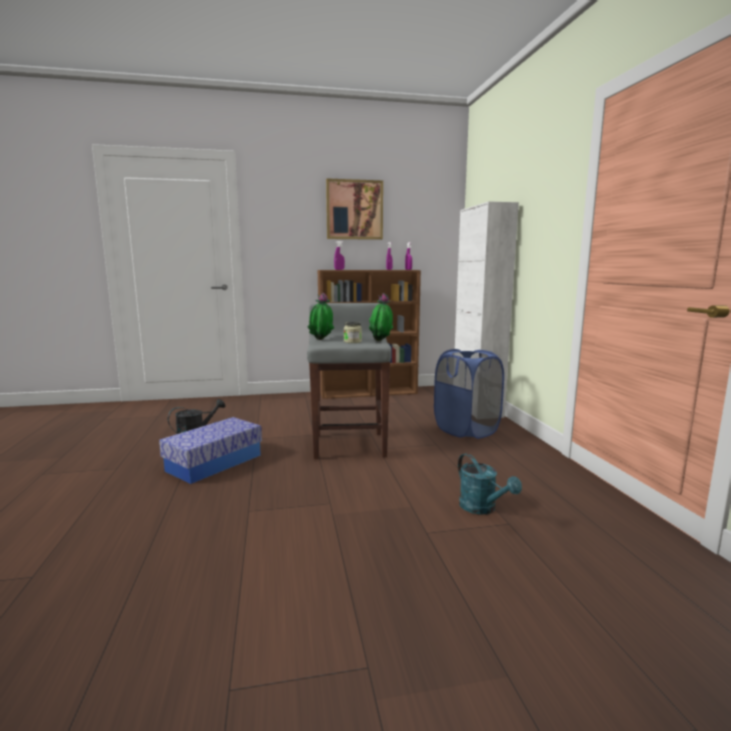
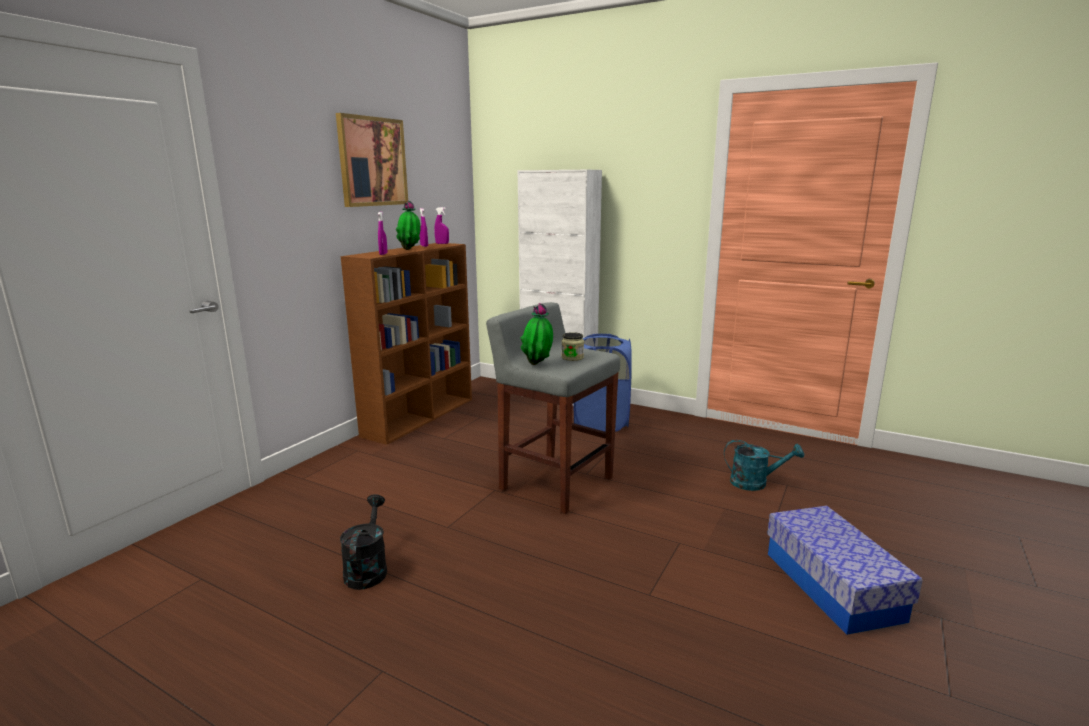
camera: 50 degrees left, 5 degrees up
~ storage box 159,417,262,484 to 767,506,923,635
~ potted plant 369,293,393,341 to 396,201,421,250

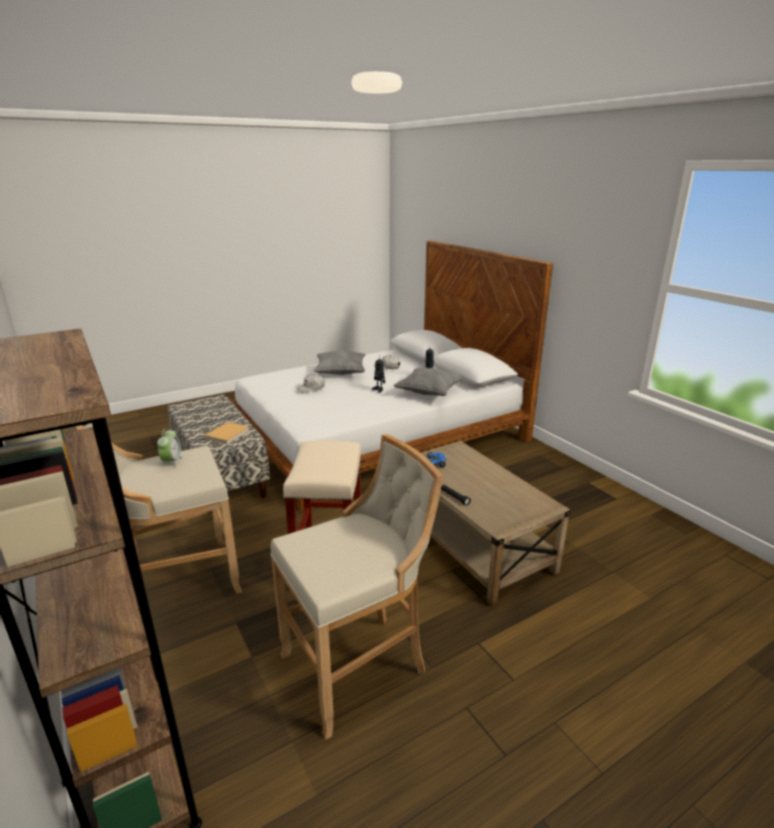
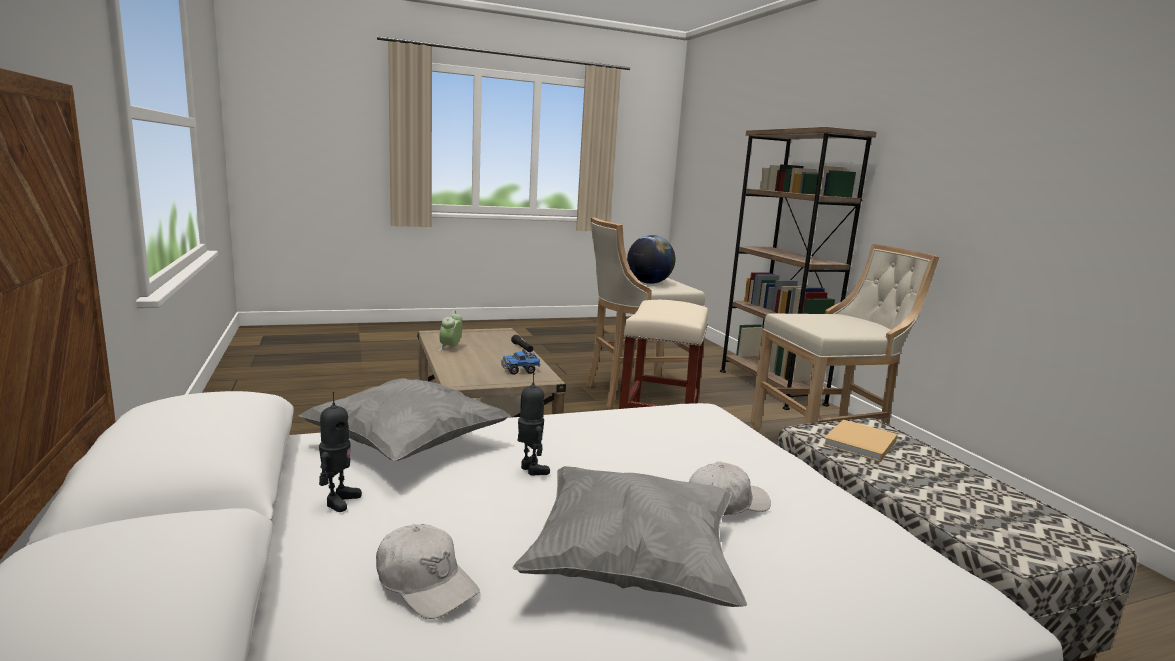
camera: 170 degrees left, 10 degrees down
~ alarm clock 157,429,183,468 to 439,310,462,351
+ globe 627,235,675,284

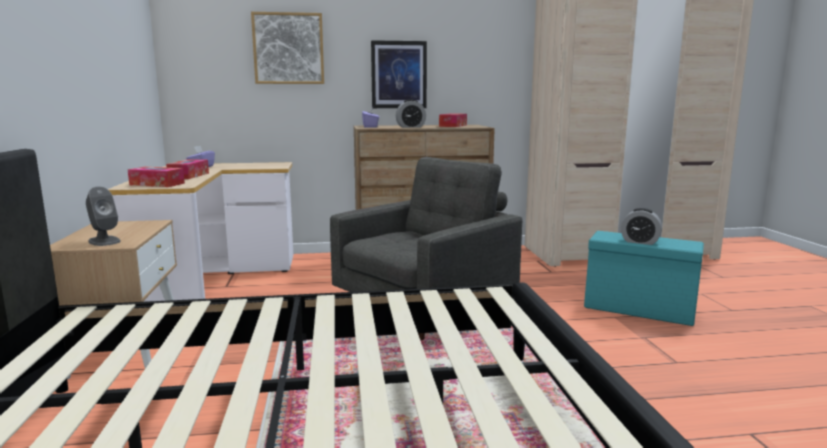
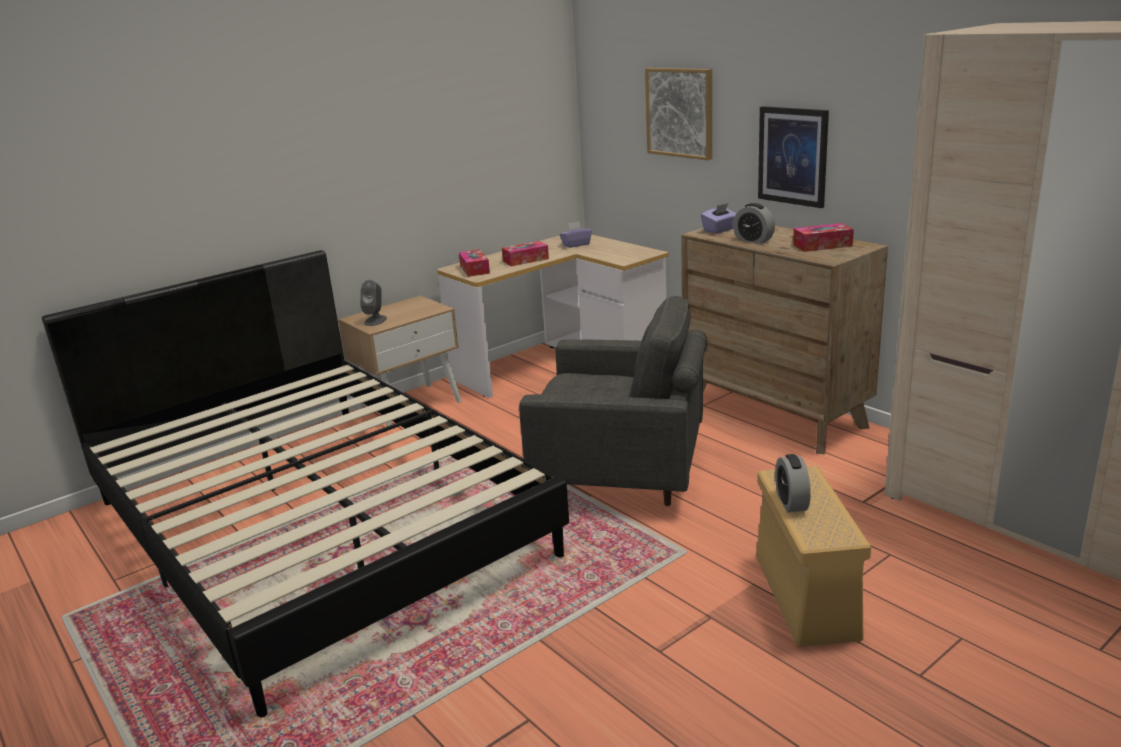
camera: 60 degrees right, 10 degrees up
~ turquoise storage box 584,231,704,326 to beige storage box 756,466,871,647

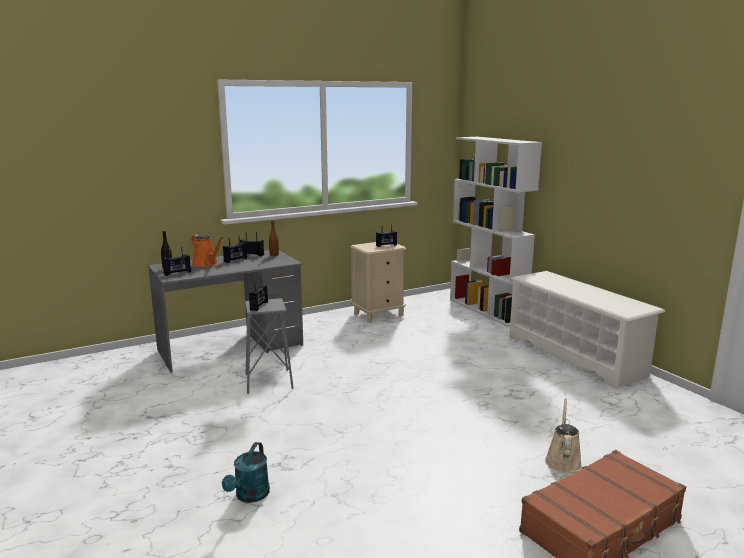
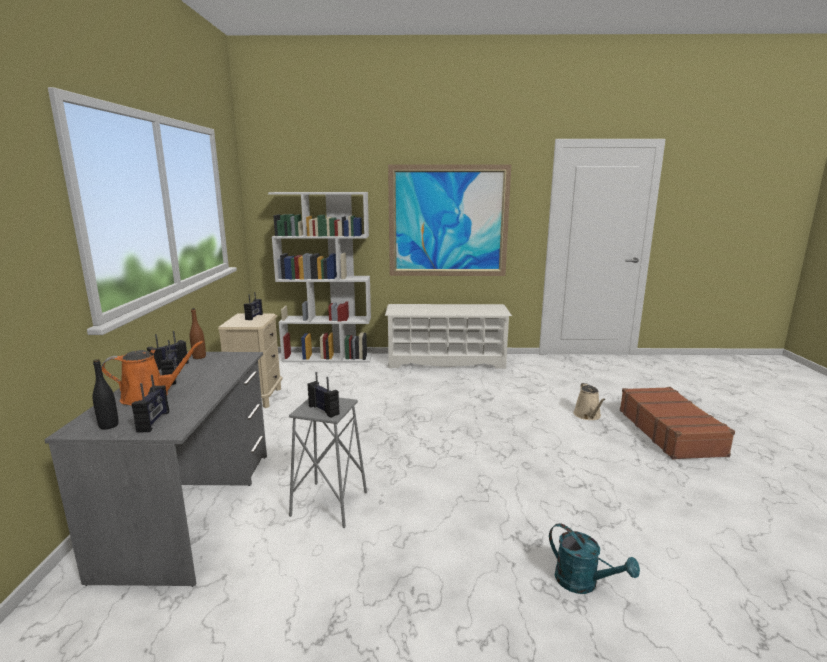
camera: 60 degrees left, 0 degrees up
~ beige watering can 545,399,582,473 = 574,383,606,420 135 degrees counterclockwise
+ picture 388,164,511,276

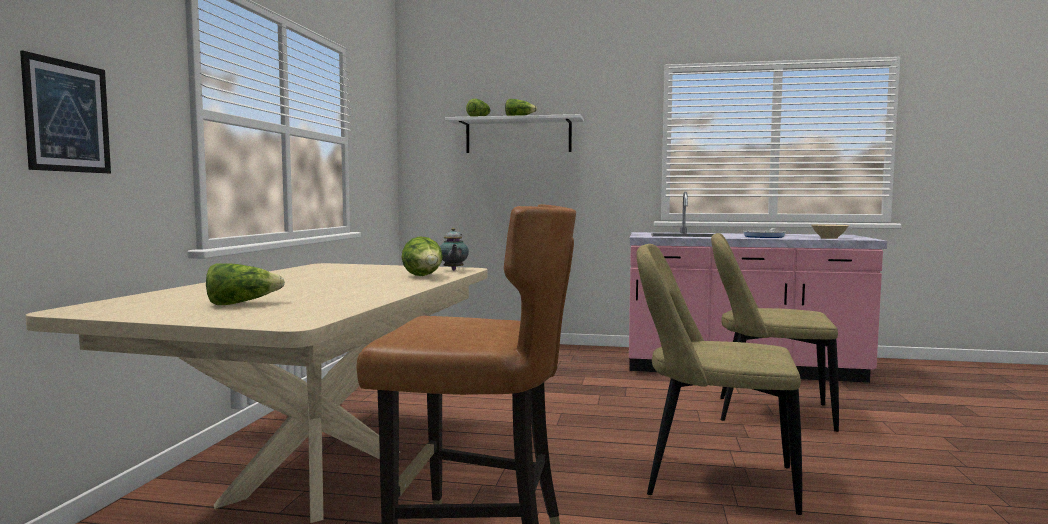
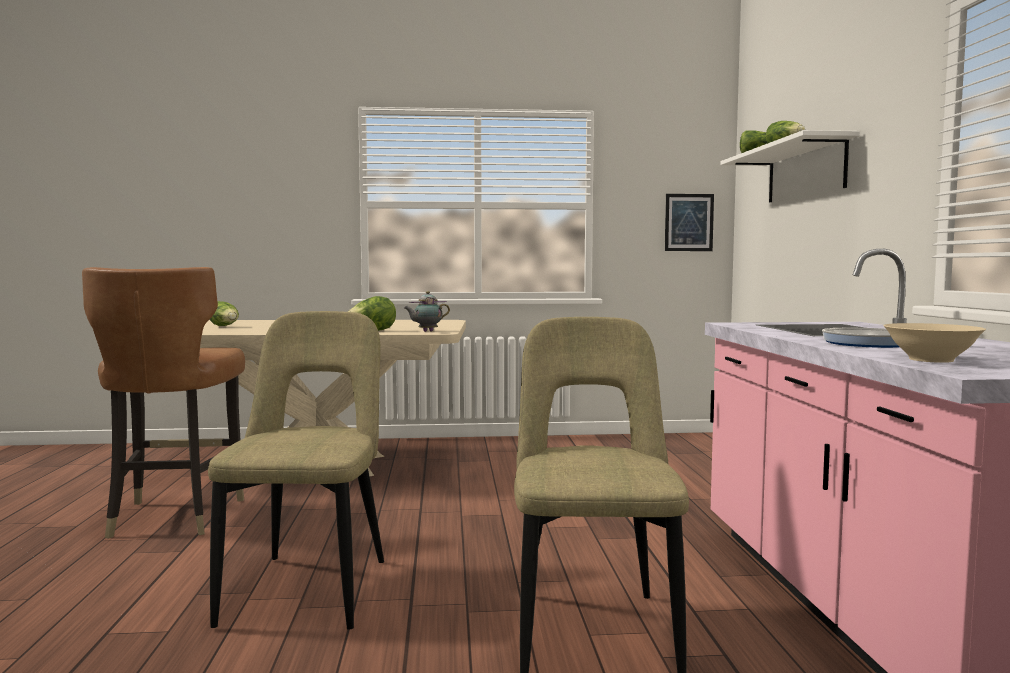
camera: 75 degrees right, 0 degrees up
~ picture 20,51,111,173 to 665,194,714,251

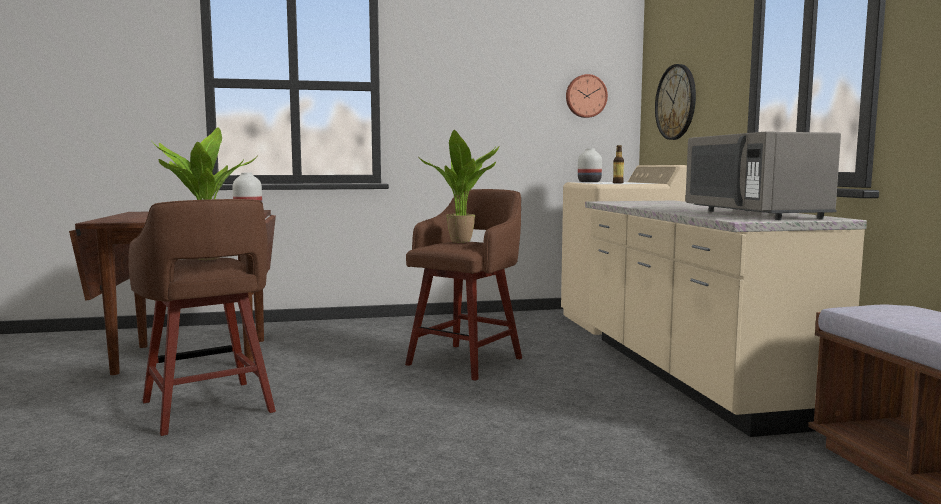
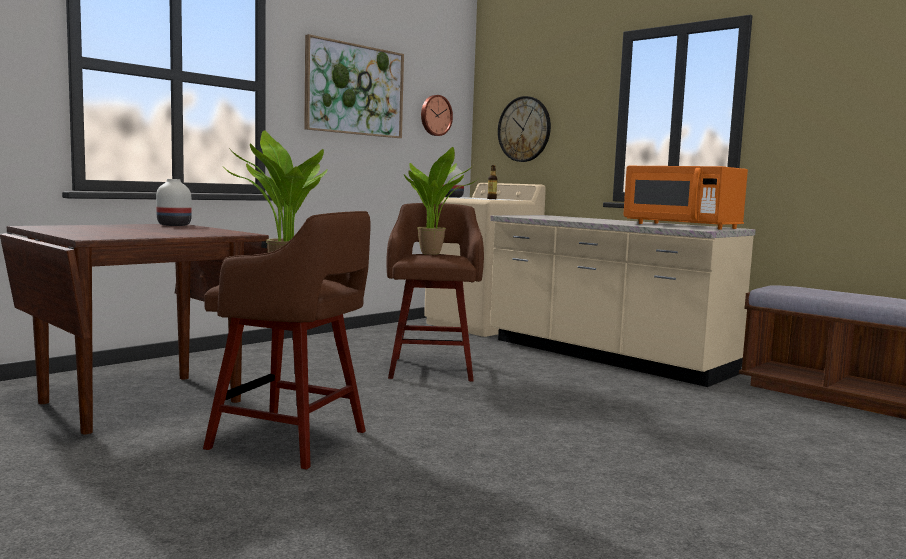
camera: 35 degrees left, 0 degrees up
~ grey microwave 685,132,841,220 to orange microwave 623,166,748,230
+ picture 304,34,404,138

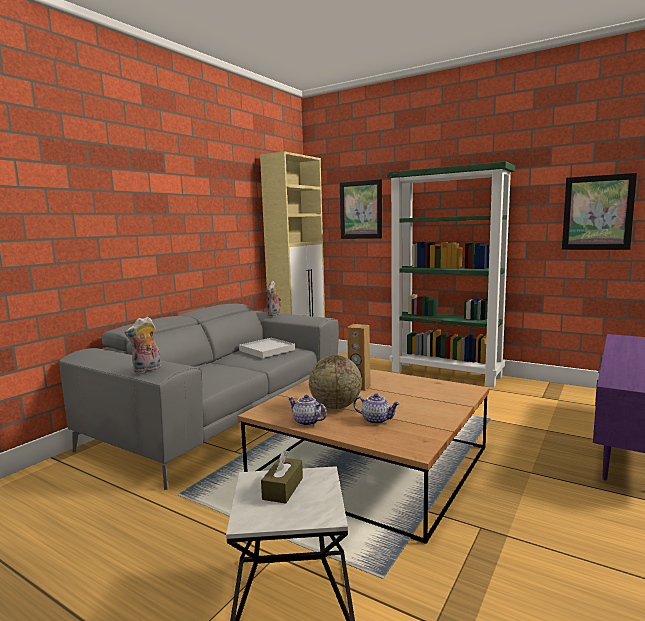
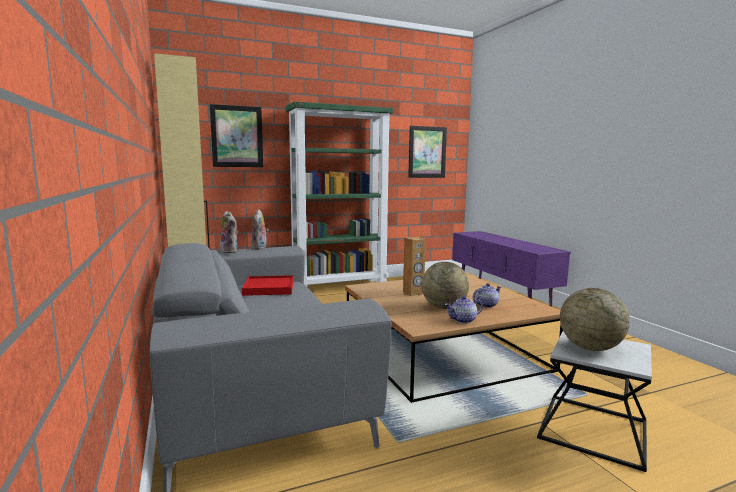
camera: 55 degrees left, 0 degrees up
~ plush toy 125,317,161,373 to 251,209,269,250
~ white tray 239,338,295,358 to red tray 242,275,294,296
~ brown tissue box 261,450,303,504 to globe 560,288,630,351

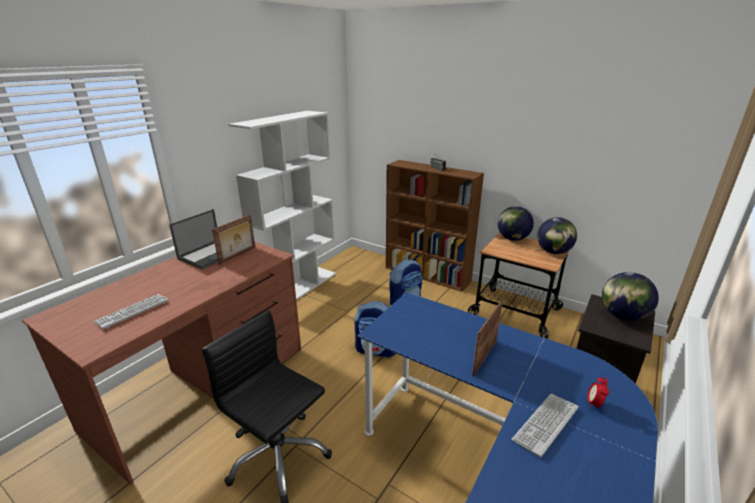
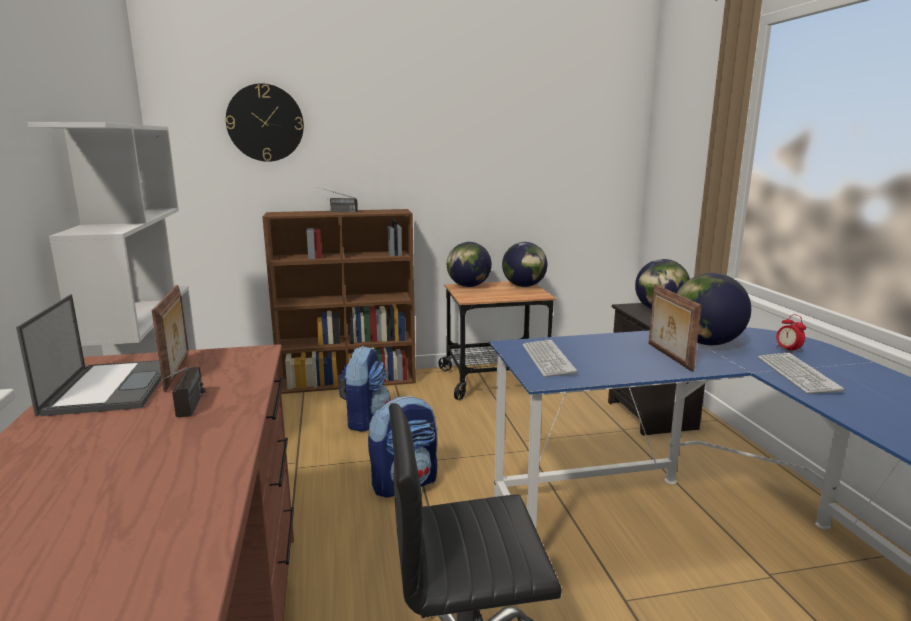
camera: 45 degrees left, 10 degrees down
~ keyboard 93,294,168,329 to 523,340,577,377
+ radio 161,367,205,417
+ wall clock 226,83,304,162
+ globe 676,273,751,345

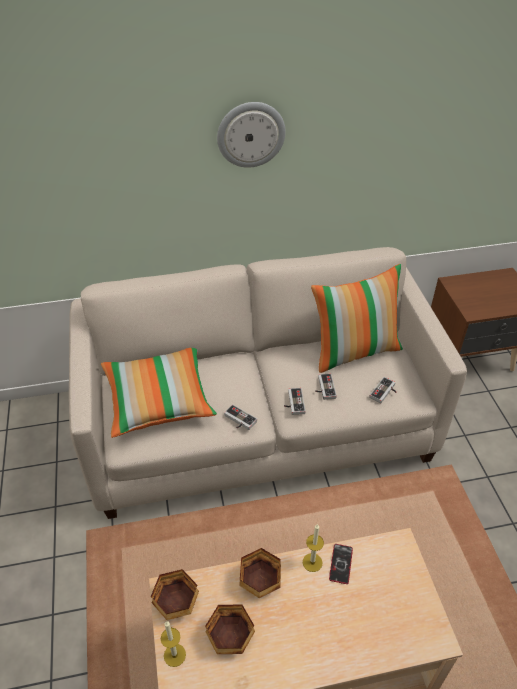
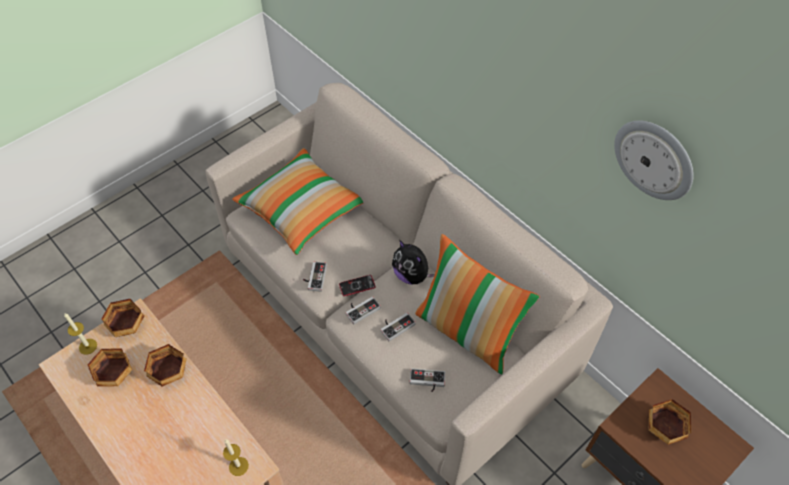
camera: 60 degrees right, 10 degrees up
~ wall clock 217,102,286,168 to 614,120,694,200
~ candle 303,524,324,572 to 223,439,249,476
~ phone 329,544,353,584 to 339,275,376,296
+ plush toy 392,240,435,285
+ bowl 649,399,691,445

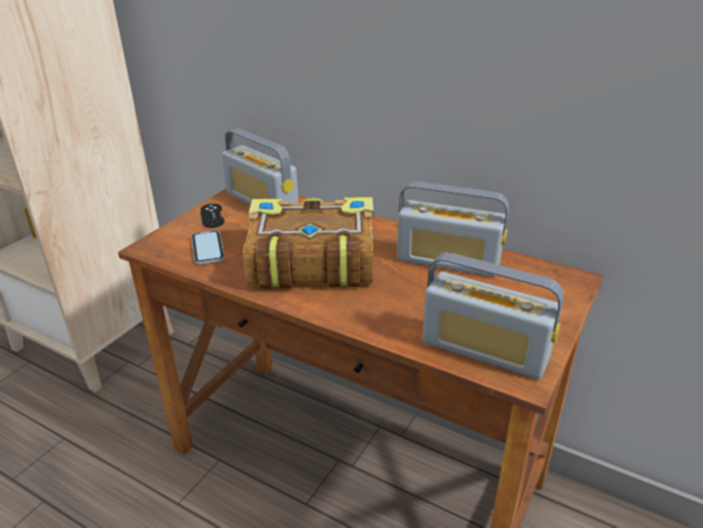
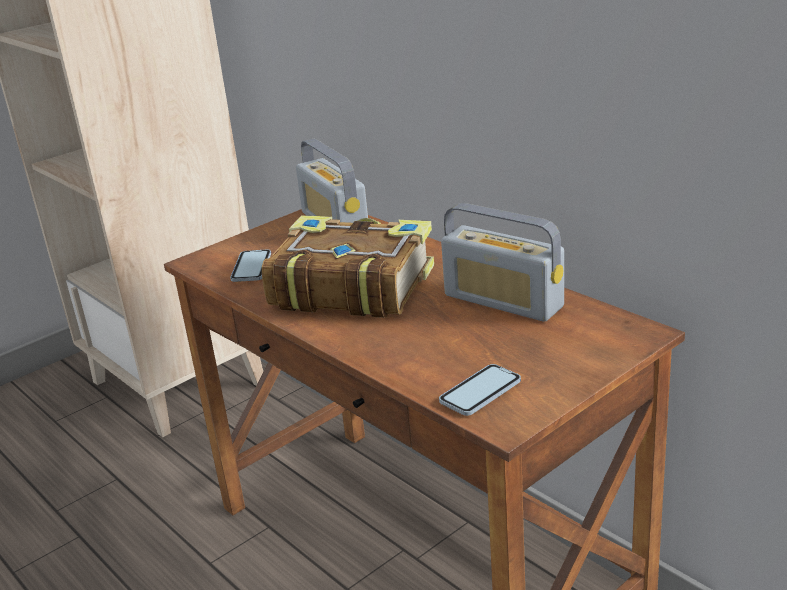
camera: 20 degrees right, 5 degrees down
- black game controller 201,204,224,228
~ radio 422,253,564,379 to phone 439,364,521,416

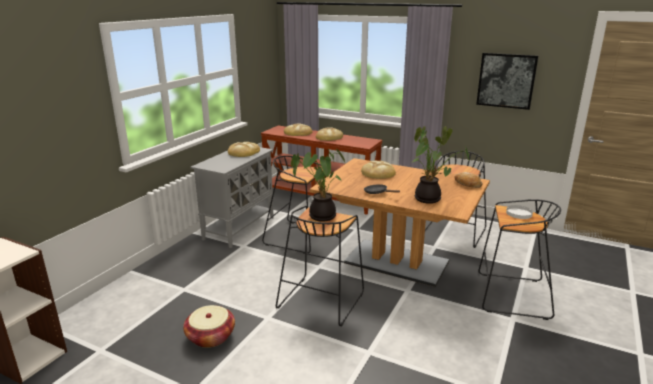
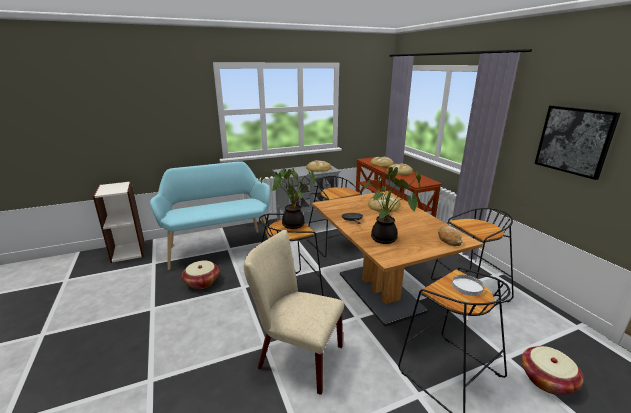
camera: 40 degrees right, 0 degrees up
+ turquoise bench 150,161,270,270
+ beige chair 244,230,344,395
+ basket 521,346,584,395

